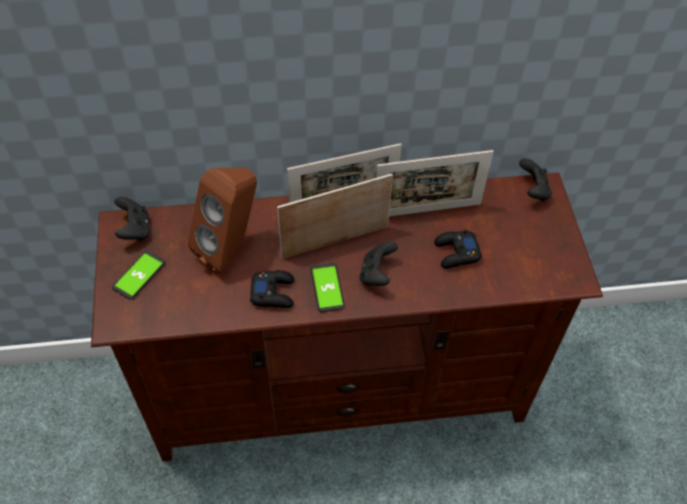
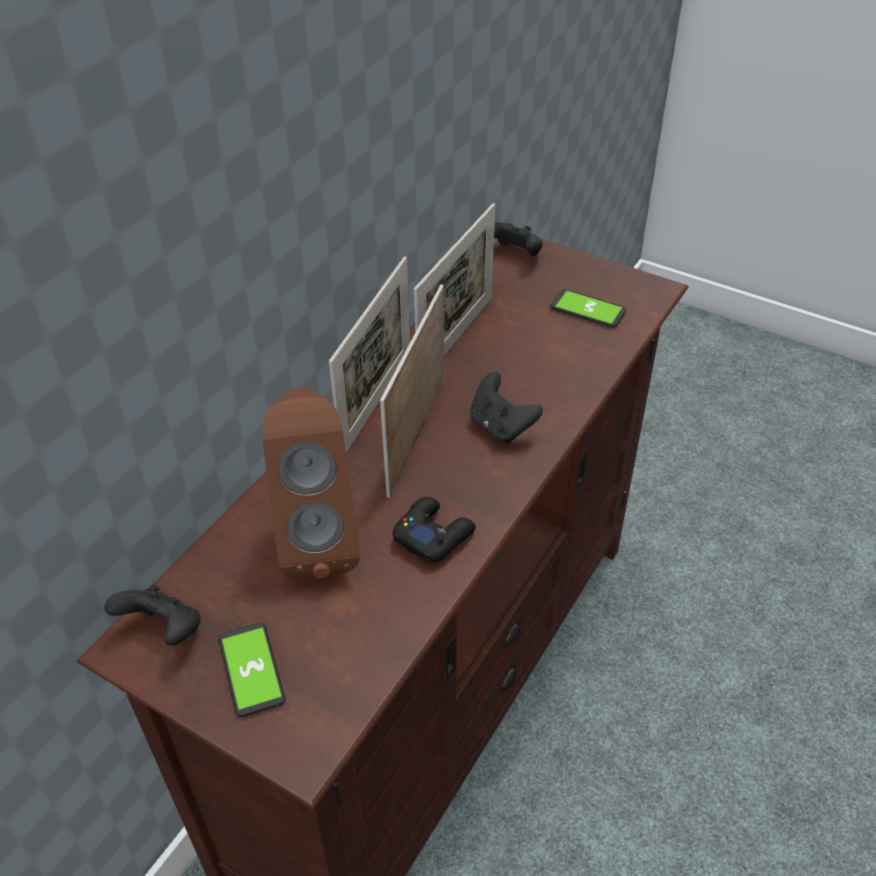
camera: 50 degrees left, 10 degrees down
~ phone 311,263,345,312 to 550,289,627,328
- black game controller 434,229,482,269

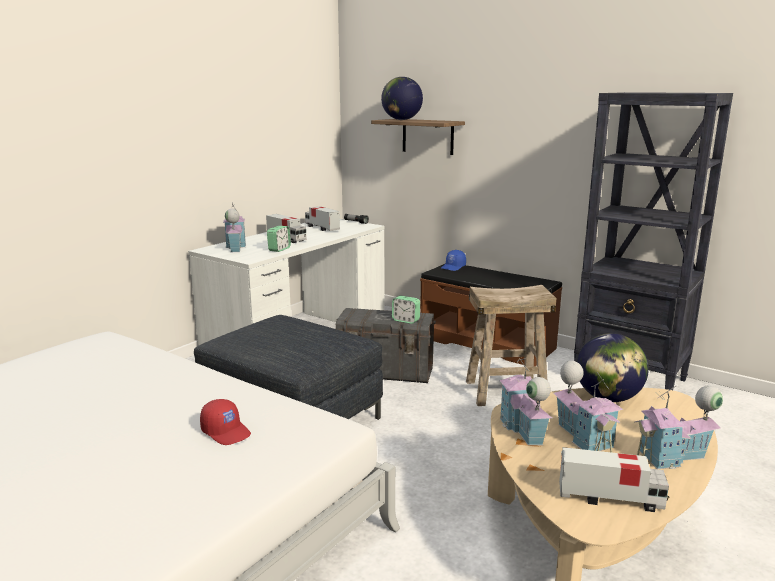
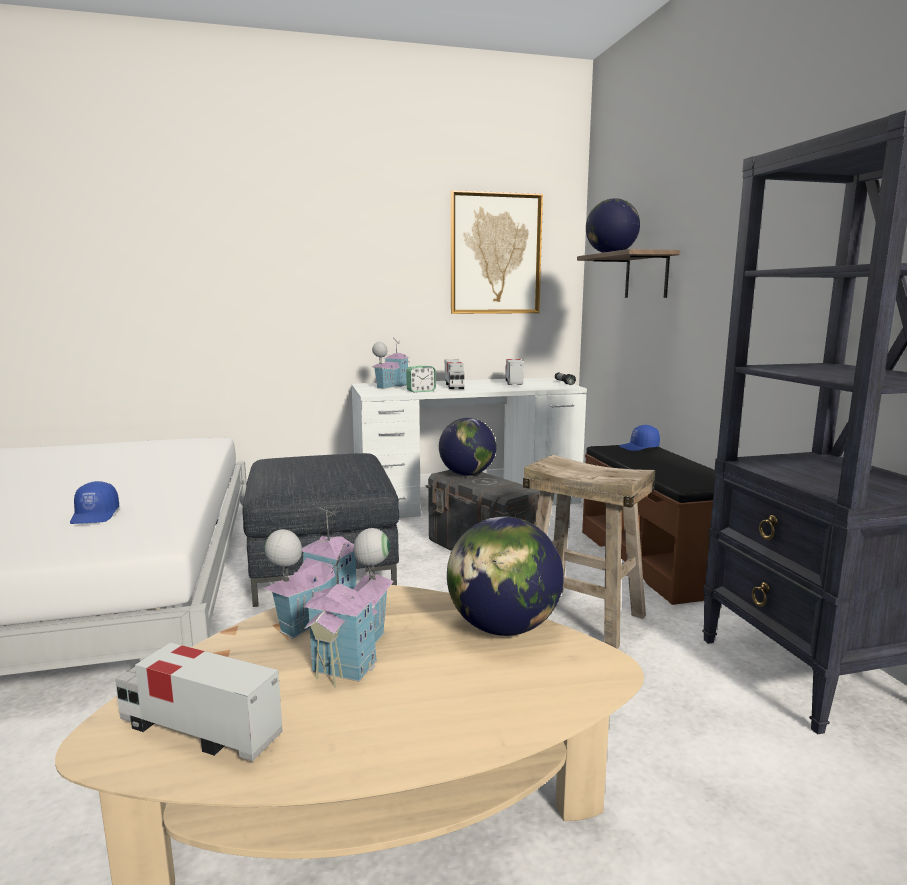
camera: 40 degrees right, 5 degrees down
~ red cap 200,399,251,445 to blue cap 70,481,119,524
- alarm clock 392,296,420,324
~ toy truck 559,447,669,512 = 115,642,283,761 150 degrees clockwise
- toy house 635,385,723,469
+ globe 439,418,497,476
+ picture 451,190,543,314

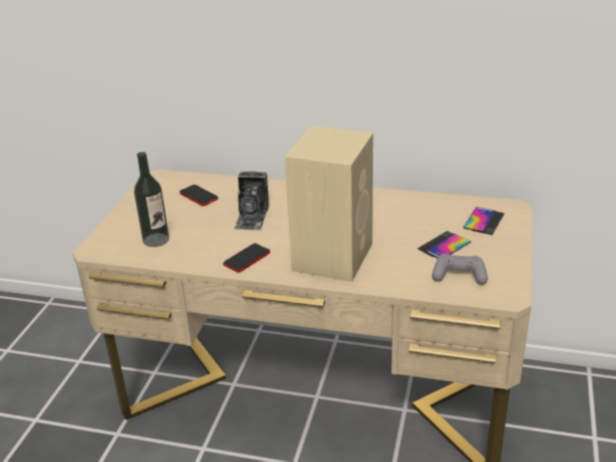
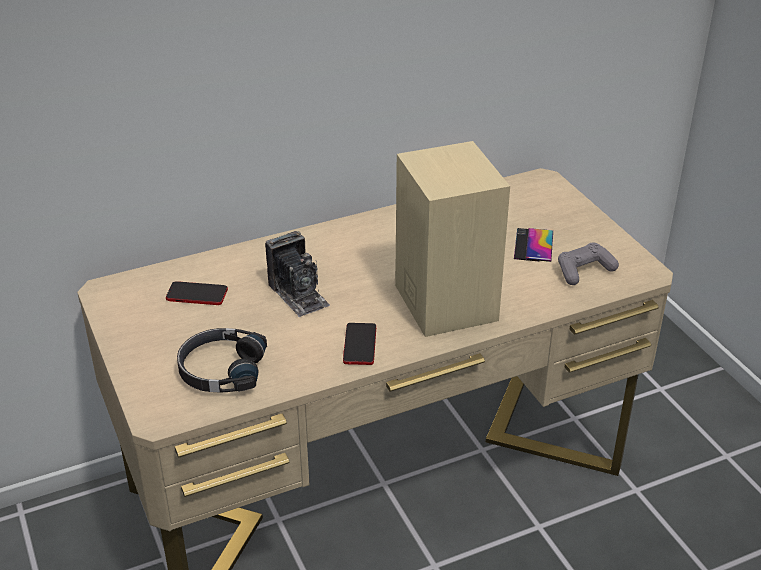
camera: 40 degrees left, 5 degrees up
~ bottle 134,152,169,247 to black headphones 177,328,267,392
- phone 463,207,505,235

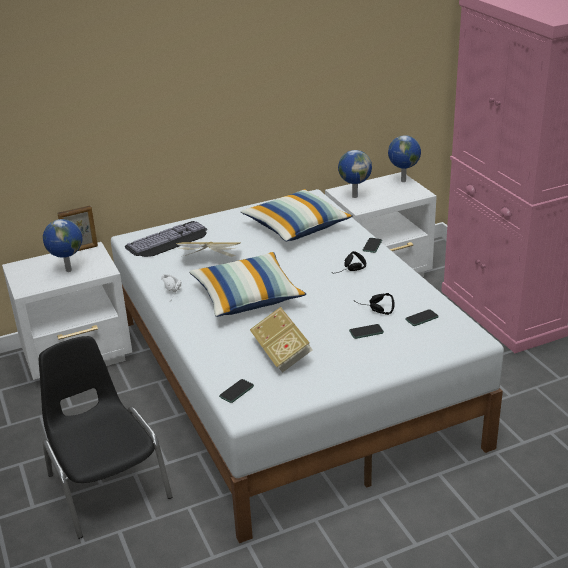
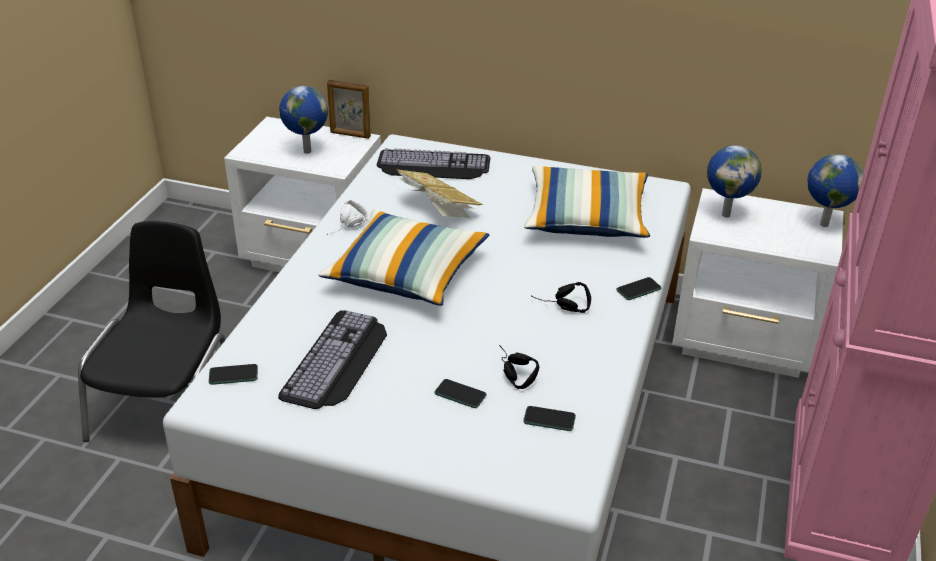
camera: 40 degrees right, 5 degrees up
~ book 250,307,313,373 to keyboard 278,310,387,409

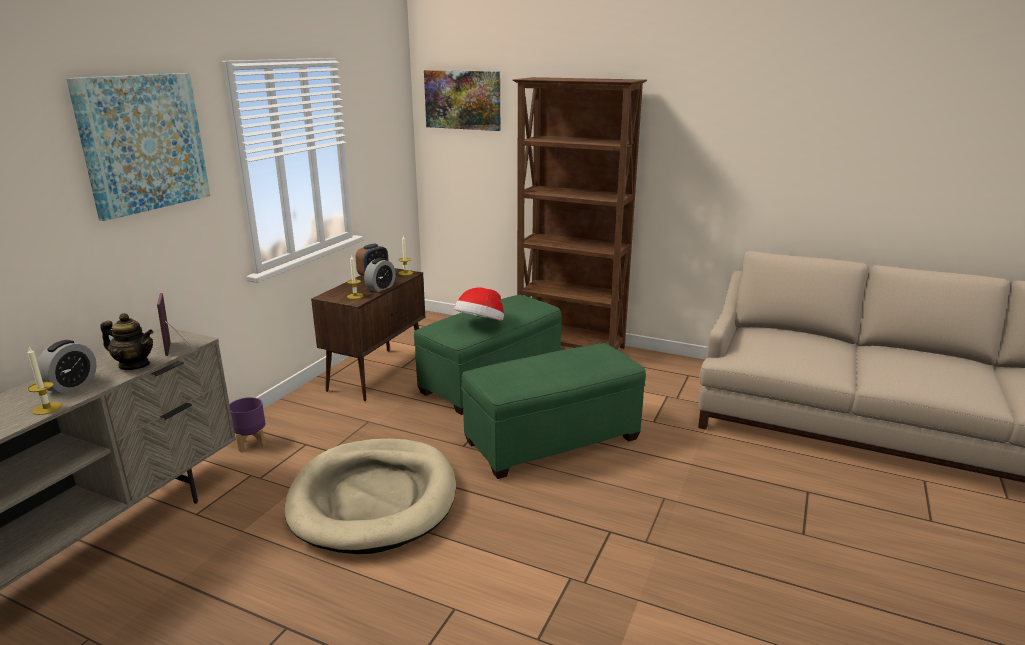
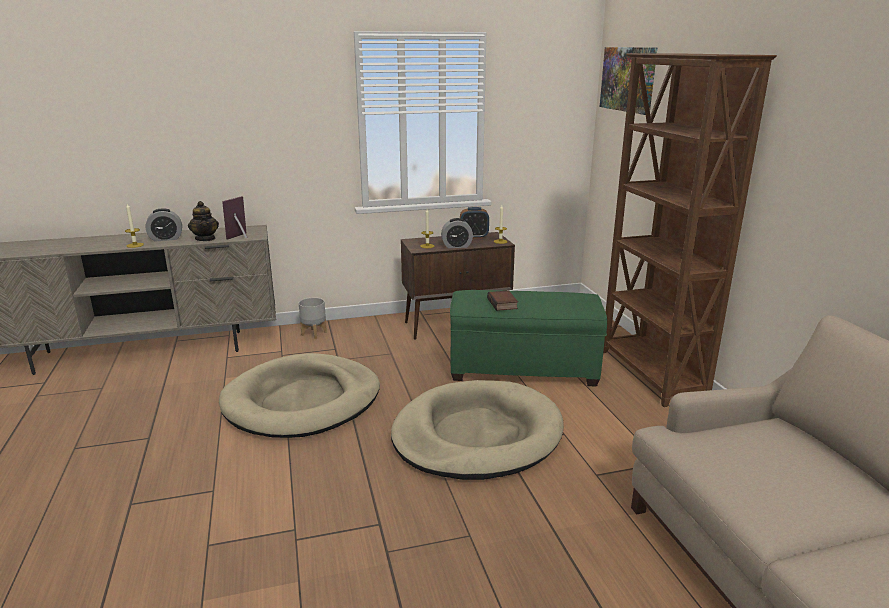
camera: 50 degrees right, 0 degrees up
- picture 66,73,210,221
~ purple planter 229,397,266,452 to grey planter 299,298,327,339
~ hat 454,288,504,321 to book 487,291,518,311
~ green ottoman 461,343,646,479 to beige dog bed 391,380,564,480

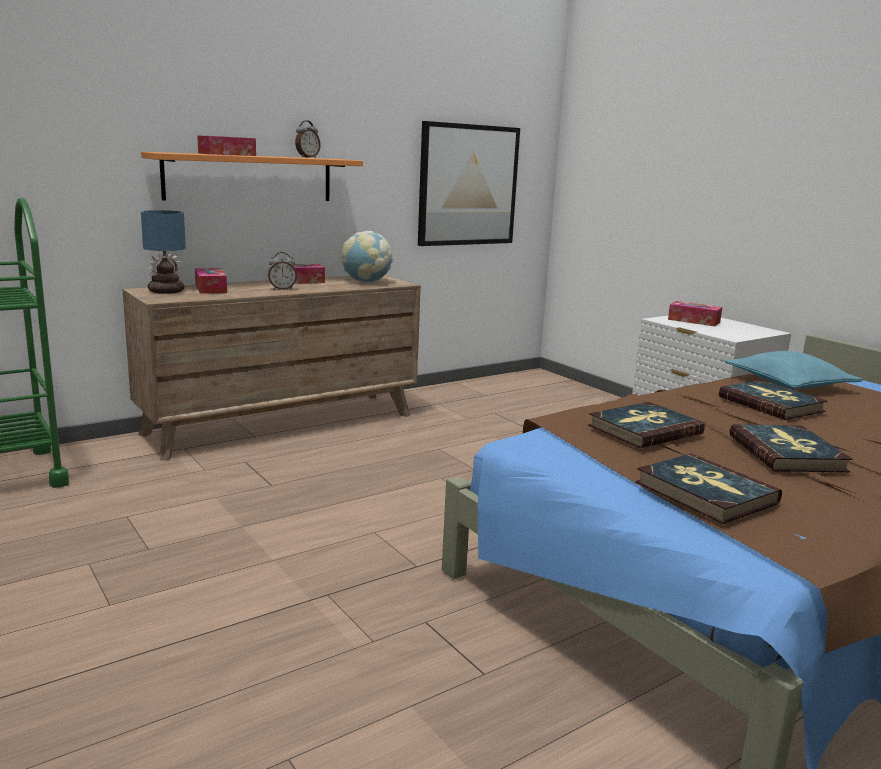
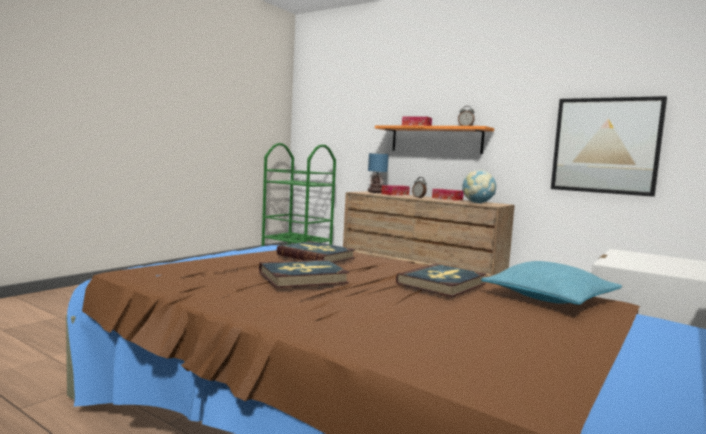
camera: 70 degrees right, 10 degrees down
- book 636,453,782,524
- tissue box 668,301,722,326

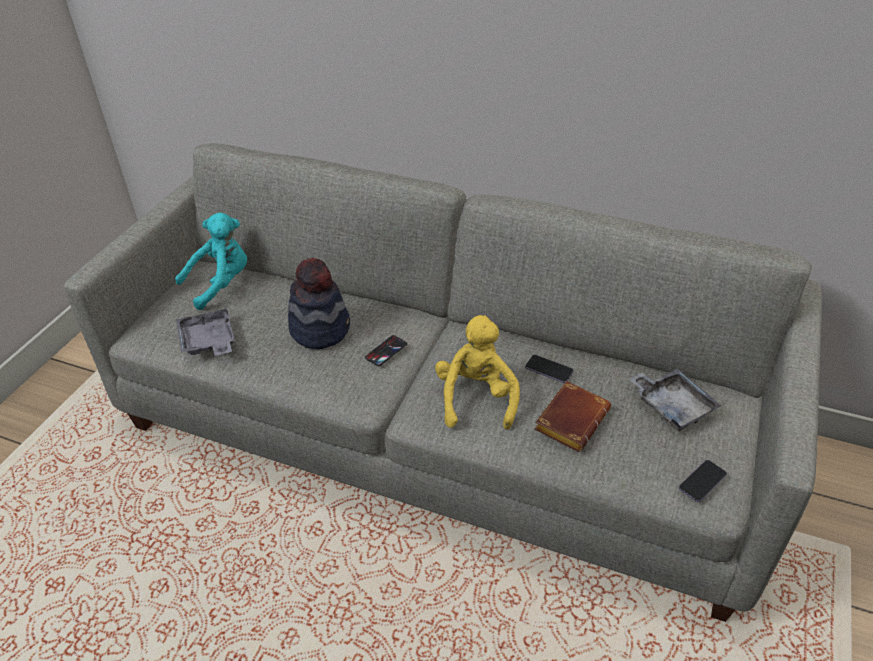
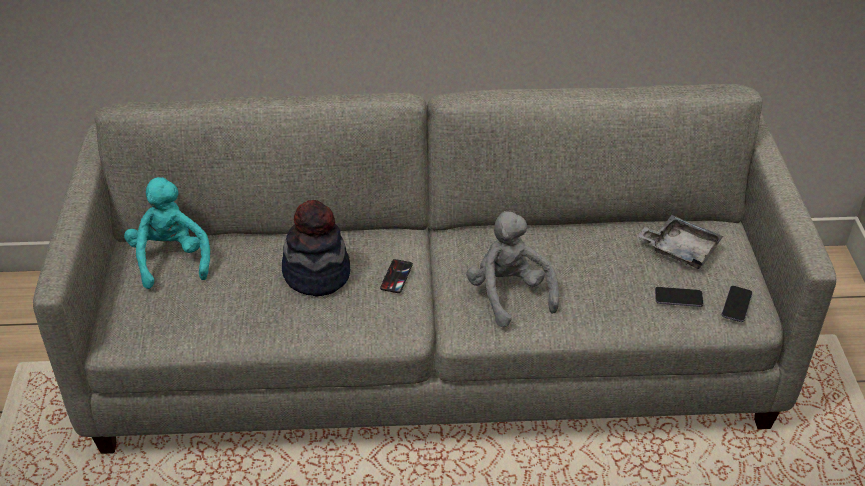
camera: 25 degrees left, 0 degrees up
~ turquoise plush toy 175,213,247,310 = 124,177,210,289 45 degrees counterclockwise
- grey tray 176,307,235,356
~ yellow plush toy 435,315,520,429 to grey plush toy 466,211,559,328
~ phone 525,355,573,383 to 655,287,703,307
- brown book 534,381,611,452

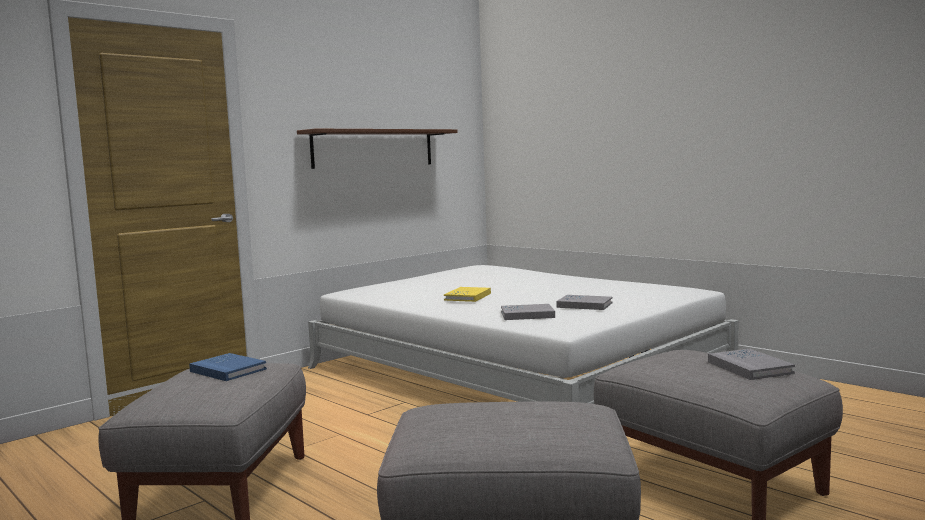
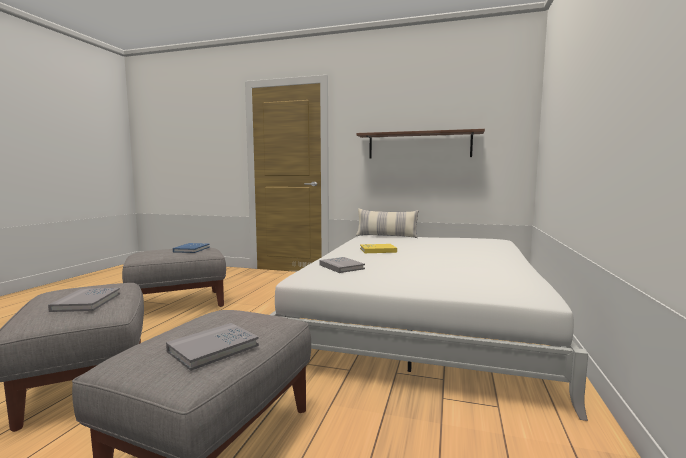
camera: 60 degrees right, 0 degrees up
~ grey book 556,295,612,310 to 48,288,120,312
+ pillow 356,208,419,238

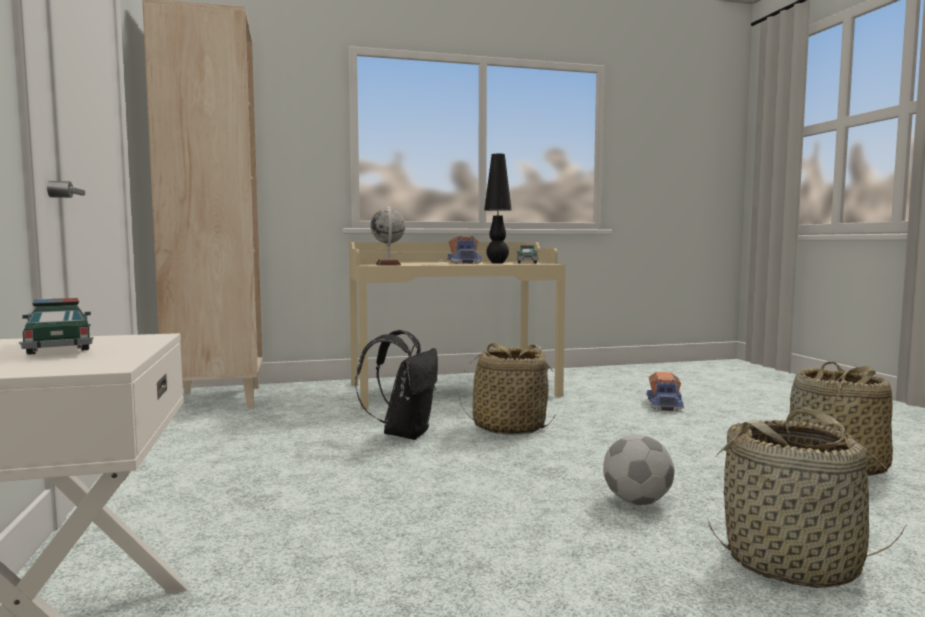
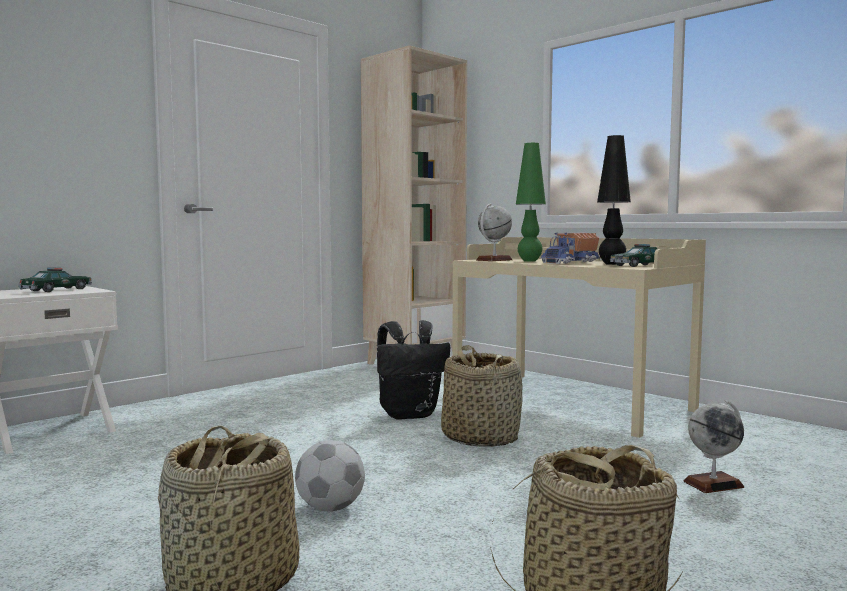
camera: 60 degrees right, 0 degrees up
~ toy truck 647,372,684,412 to globe 683,400,744,493
+ green table lamp 516,143,546,262

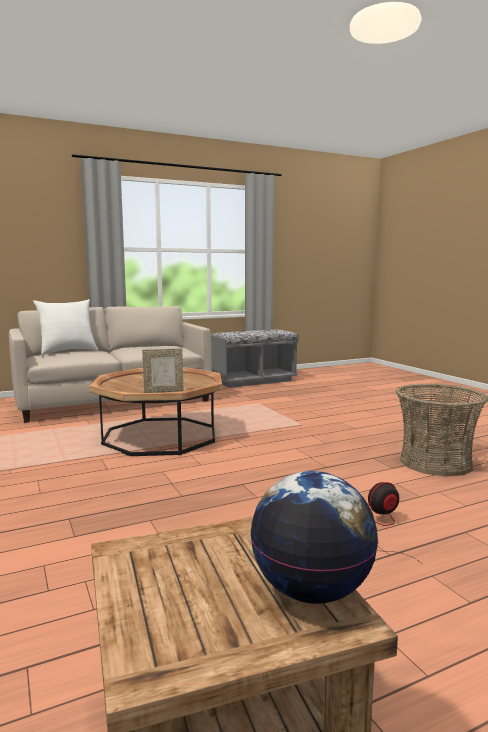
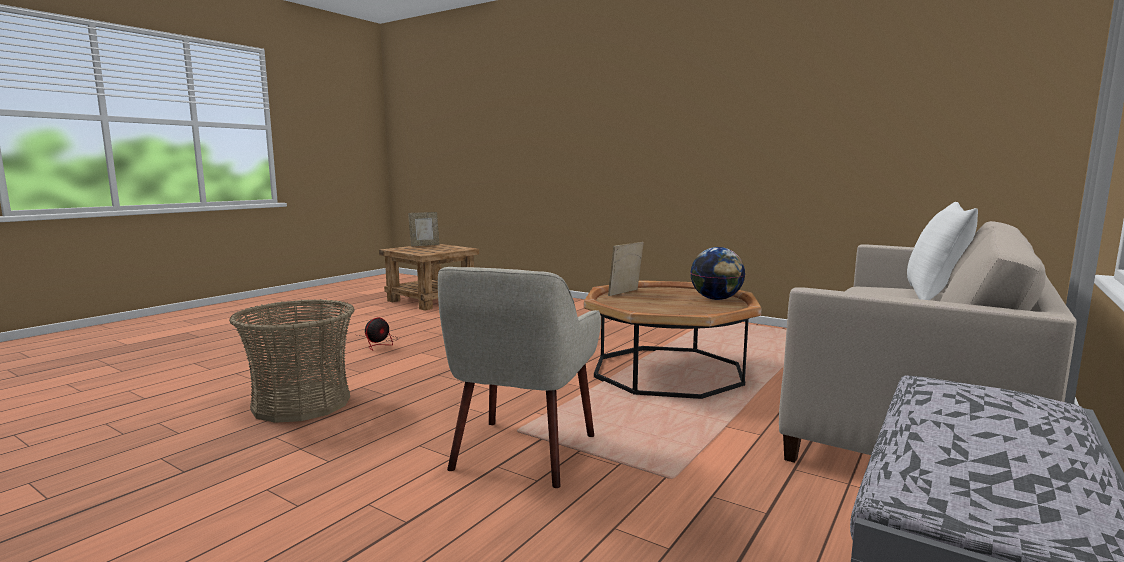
camera: 150 degrees right, 0 degrees up
~ globe 250,471,378,604 to 691,247,745,300
+ picture frame 408,212,440,247
+ beige armchair 438,267,601,488

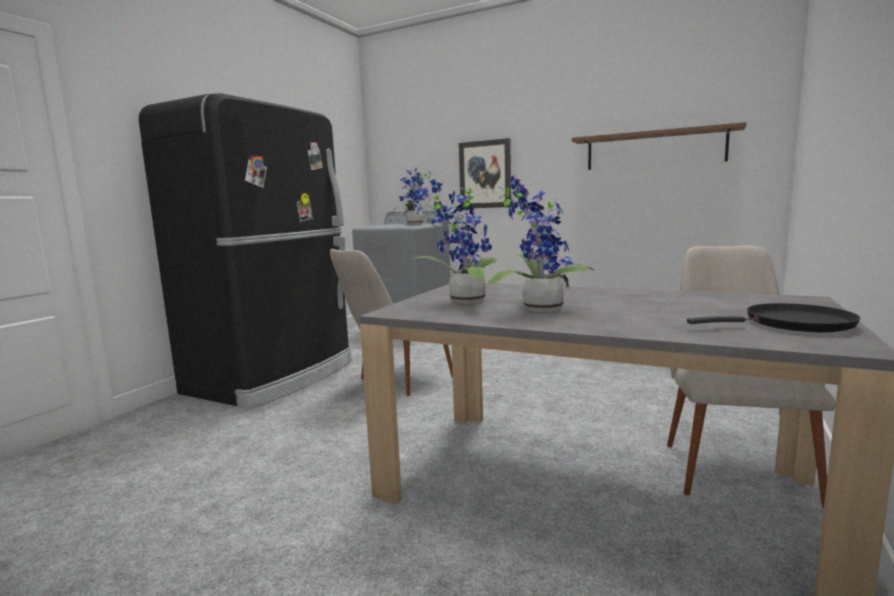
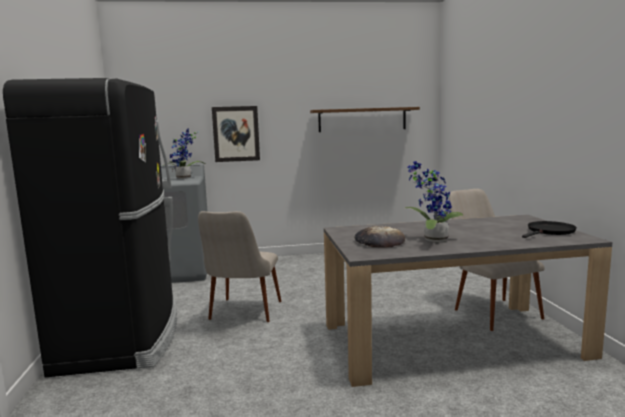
camera: 35 degrees left, 0 degrees up
~ potted plant 412,179,499,304 to bread 354,226,405,248

